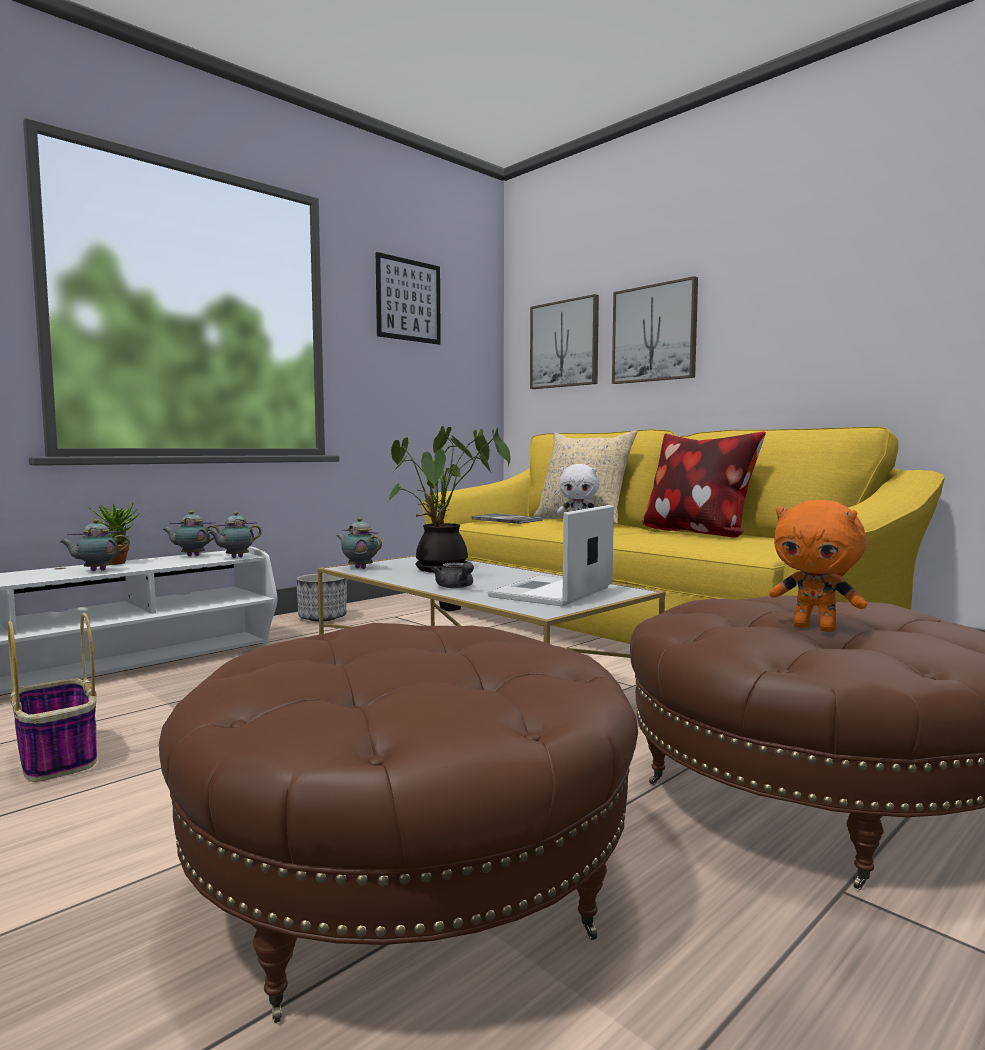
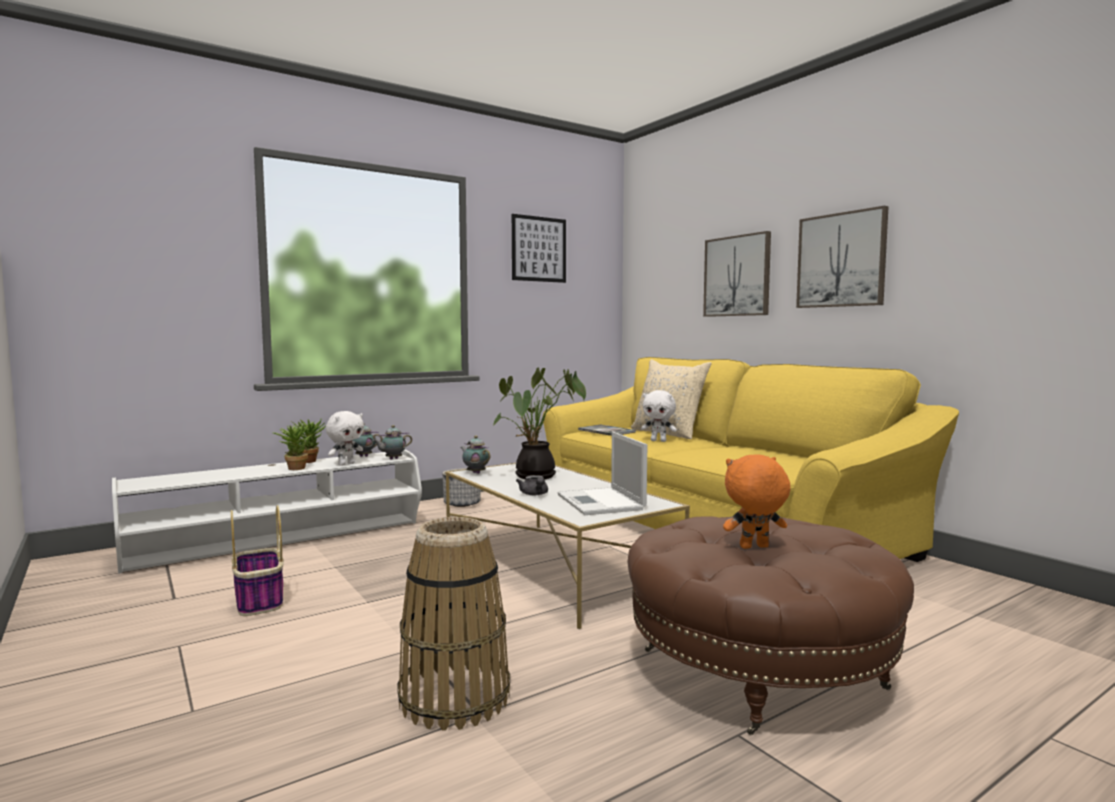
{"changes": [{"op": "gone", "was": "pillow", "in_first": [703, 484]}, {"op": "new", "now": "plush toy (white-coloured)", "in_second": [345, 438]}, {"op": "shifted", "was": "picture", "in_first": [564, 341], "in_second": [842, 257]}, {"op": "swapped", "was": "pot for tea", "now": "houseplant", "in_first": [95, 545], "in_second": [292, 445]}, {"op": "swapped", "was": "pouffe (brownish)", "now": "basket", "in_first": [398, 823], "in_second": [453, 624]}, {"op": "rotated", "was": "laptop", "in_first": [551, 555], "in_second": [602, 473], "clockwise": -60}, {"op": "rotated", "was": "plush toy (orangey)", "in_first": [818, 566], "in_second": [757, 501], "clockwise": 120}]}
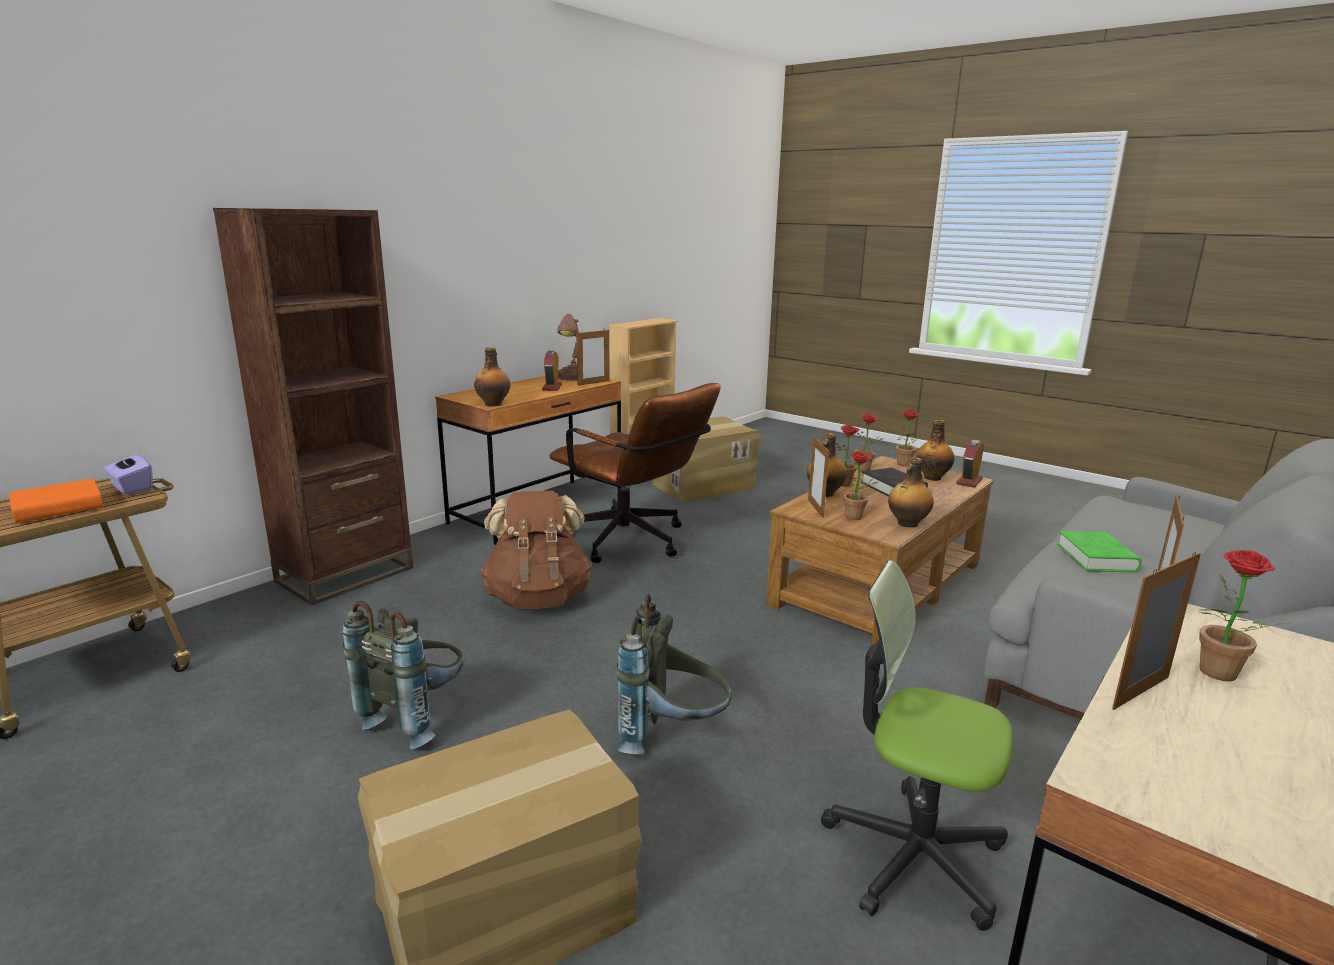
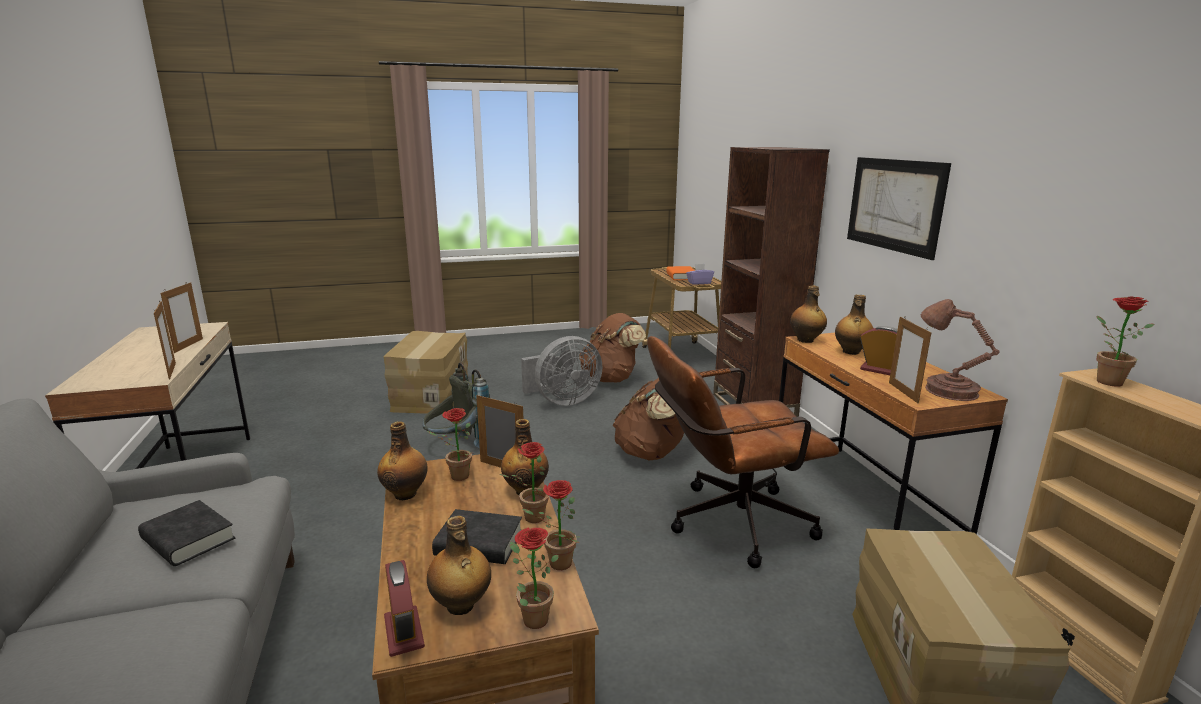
{"changes": [{"op": "gone", "was": "computer chair", "in_first": [917, 745]}, {"op": "new", "now": "backpack (brownish)", "in_second": [612, 347]}, {"op": "new", "now": "drink bottle", "in_second": [854, 325]}, {"op": "new", "now": "picture", "in_second": [899, 208]}, {"op": "shifted", "was": "houseplant", "in_first": [1245, 615], "in_second": [1125, 341]}, {"op": "swapped", "was": "backpack (grey)", "now": "fan (grey)", "in_first": [403, 675], "in_second": [562, 371]}, {"op": "repainted", "was": "volume (greenish)", "now": "volume (blackish)", "in_first": [1099, 552], "in_second": [186, 533]}]}
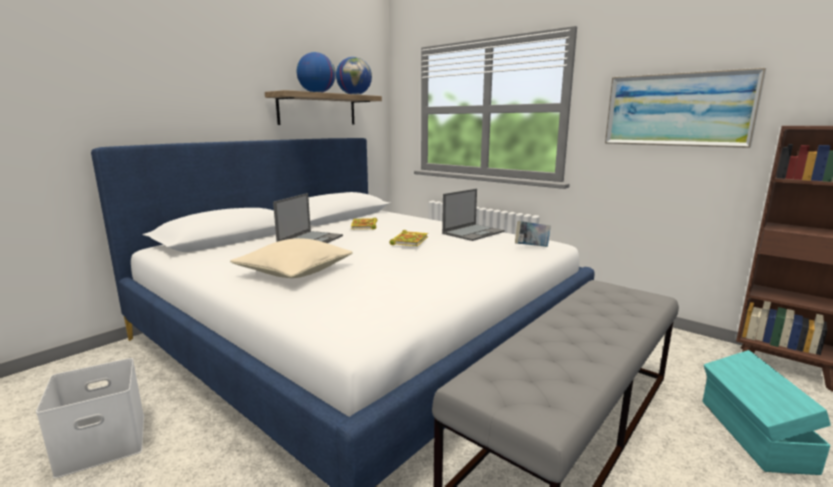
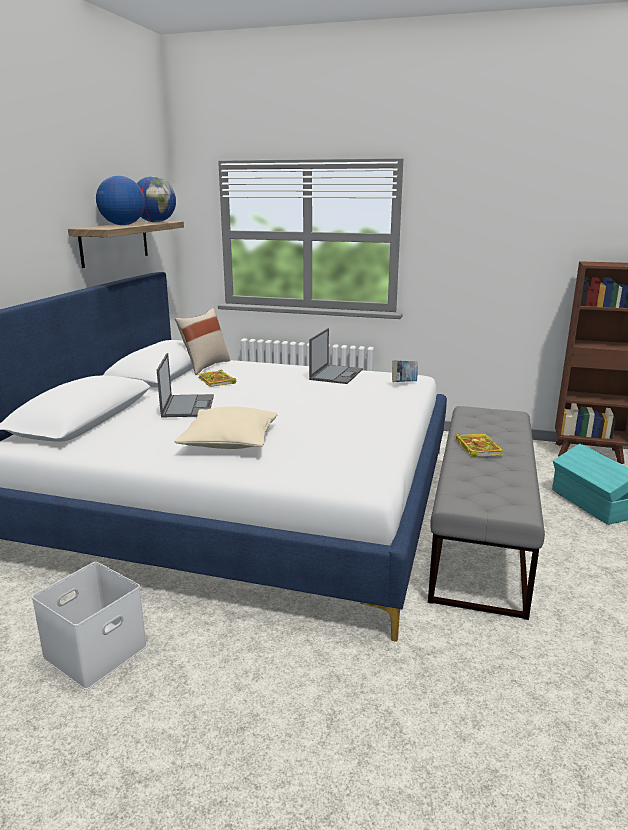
{"changes": [{"op": "gone", "was": "picture", "in_first": [685, 108]}, {"op": "new", "now": "pillow (beige)", "in_second": [203, 341]}, {"op": "shifted", "was": "volume", "in_first": [408, 238], "in_second": [478, 445]}]}
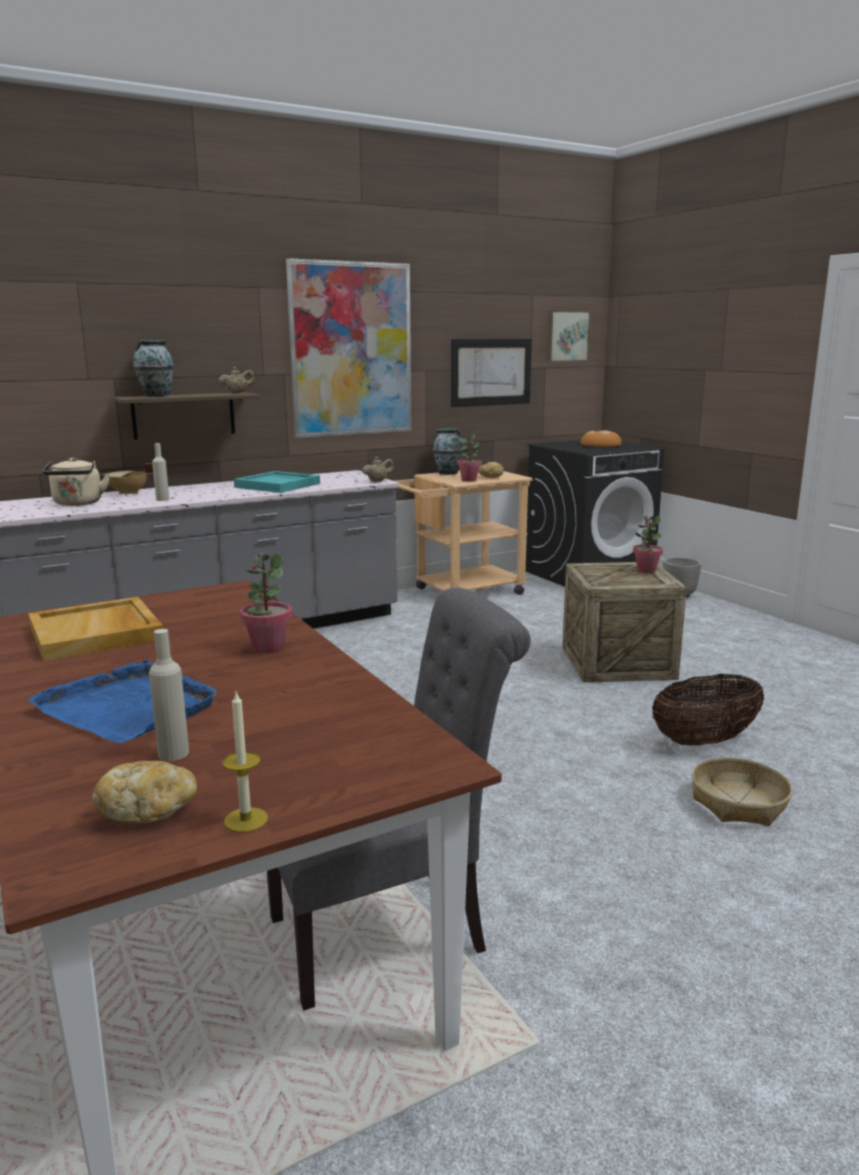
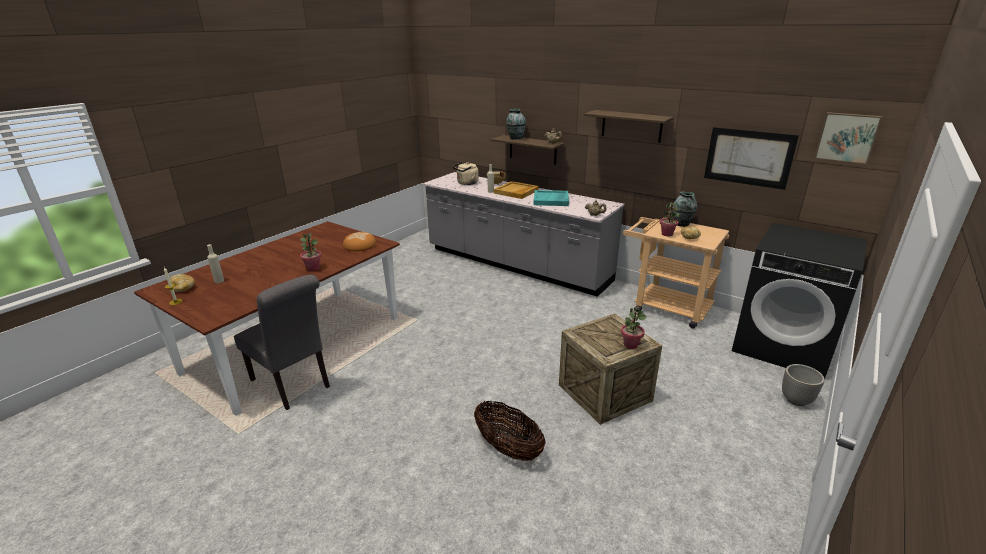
{"changes": [{"op": "gone", "was": "tray (blue)", "in_first": [122, 701]}, {"op": "gone", "was": "basket", "in_first": [742, 791]}, {"op": "shifted", "was": "tray (beige)", "in_first": [95, 629], "in_second": [516, 190]}, {"op": "shifted", "was": "bread", "in_first": [600, 438], "in_second": [359, 241]}, {"op": "swapped", "was": "picture", "now": "bracket shelf", "in_first": [349, 348], "in_second": [629, 126]}]}
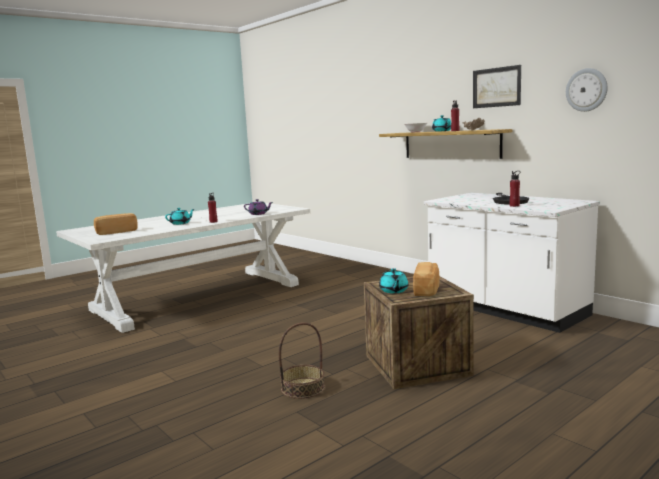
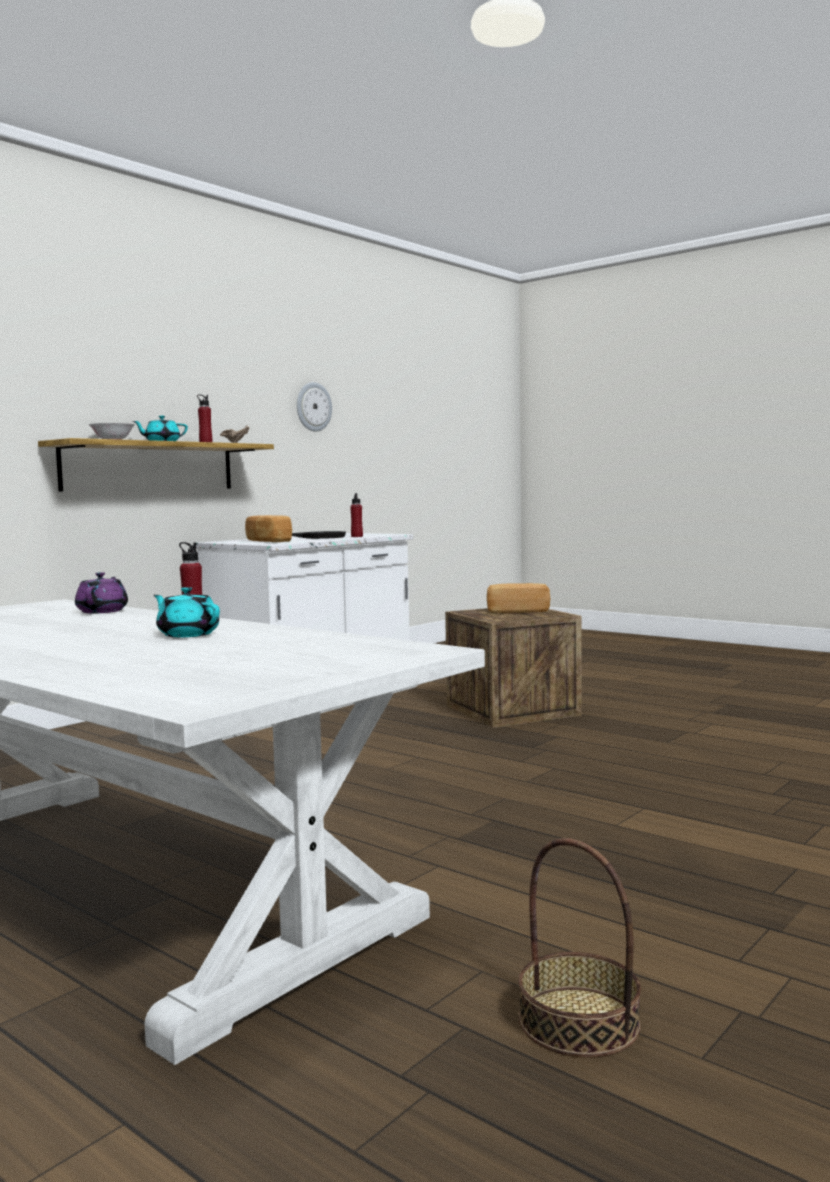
{"changes": [{"op": "gone", "was": "pot for tea (turquoise)", "in_first": [394, 281]}, {"op": "gone", "was": "picture", "in_first": [497, 86]}, {"op": "shifted", "was": "bread", "in_first": [116, 224], "in_second": [268, 528]}, {"op": "shifted", "was": "basket", "in_first": [302, 360], "in_second": [579, 947]}]}
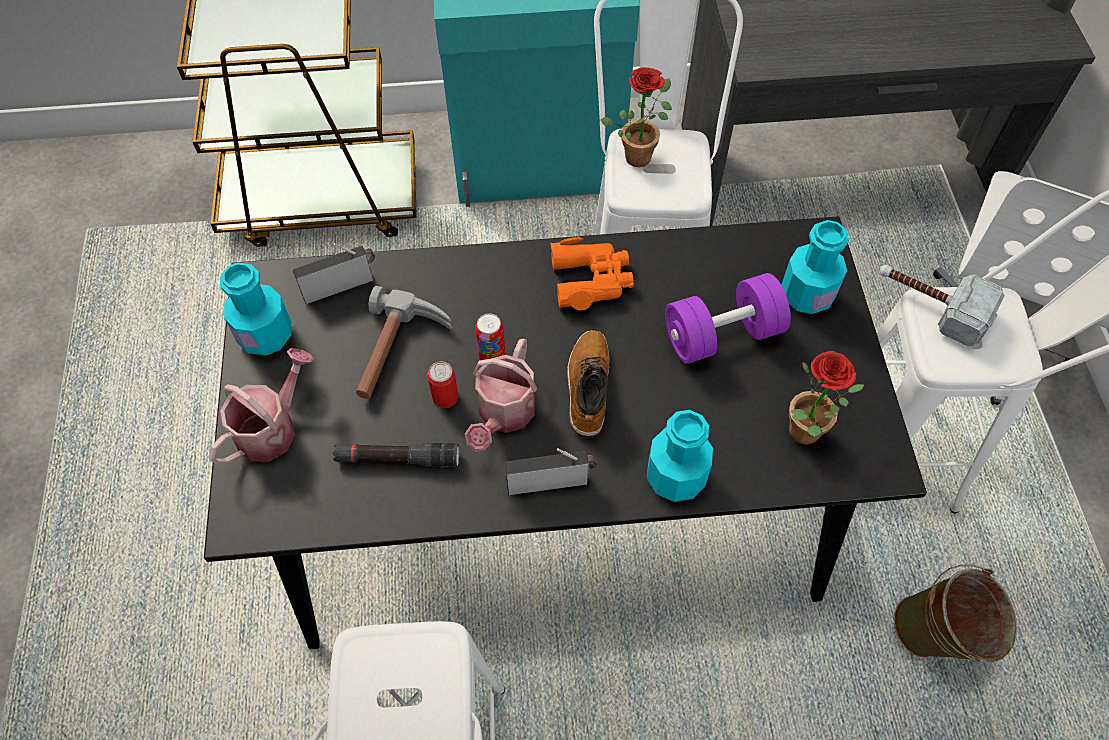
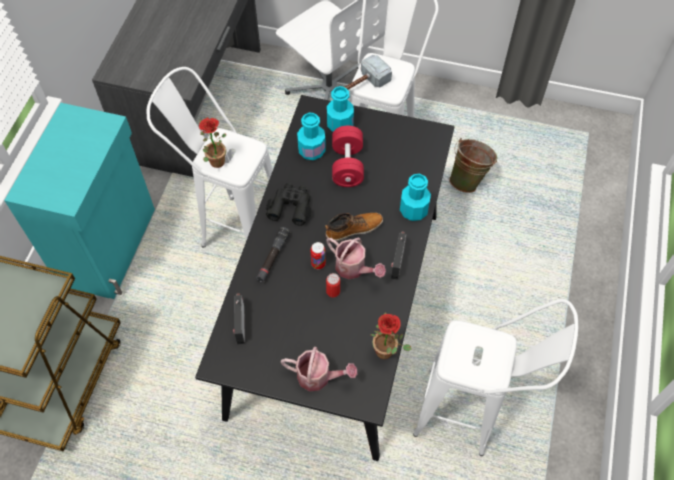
{"changes": [{"op": "gone", "was": "hand hammer", "in_first": [404, 342]}, {"op": "shifted", "was": "drink bottle (turquoise)", "in_first": [256, 309], "in_second": [311, 136]}, {"op": "shifted", "was": "flashlight (blackish)", "in_first": [396, 455], "in_second": [273, 255]}, {"op": "shifted", "was": "houseplant", "in_first": [826, 398], "in_second": [391, 336]}, {"op": "repainted", "was": "field glasses (orangey)", "now": "field glasses (blackish)", "in_first": [592, 273], "in_second": [289, 204]}, {"op": "repainted", "was": "hand weight (purple-coloured)", "now": "hand weight (reddish)", "in_first": [728, 318], "in_second": [348, 156]}, {"op": "rotated", "was": "watering can", "in_first": [261, 406], "in_second": [319, 369], "clockwise": 135}, {"op": "rotated", "was": "tall boot", "in_first": [588, 384], "in_second": [354, 227], "clockwise": 135}]}
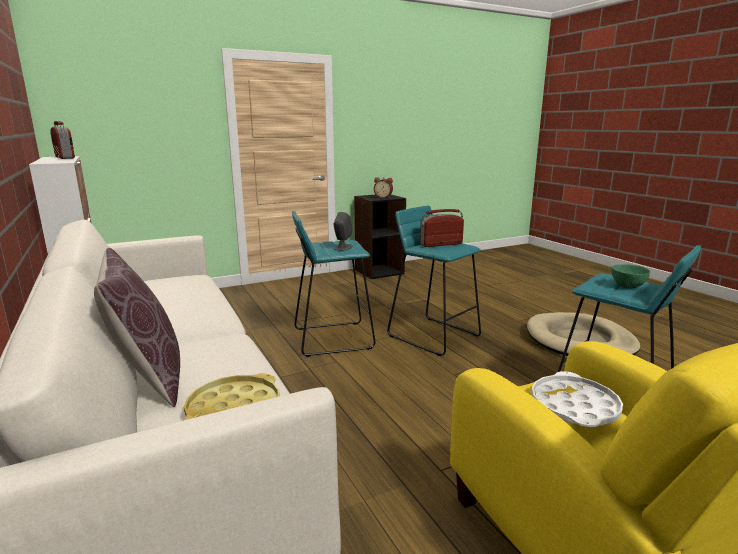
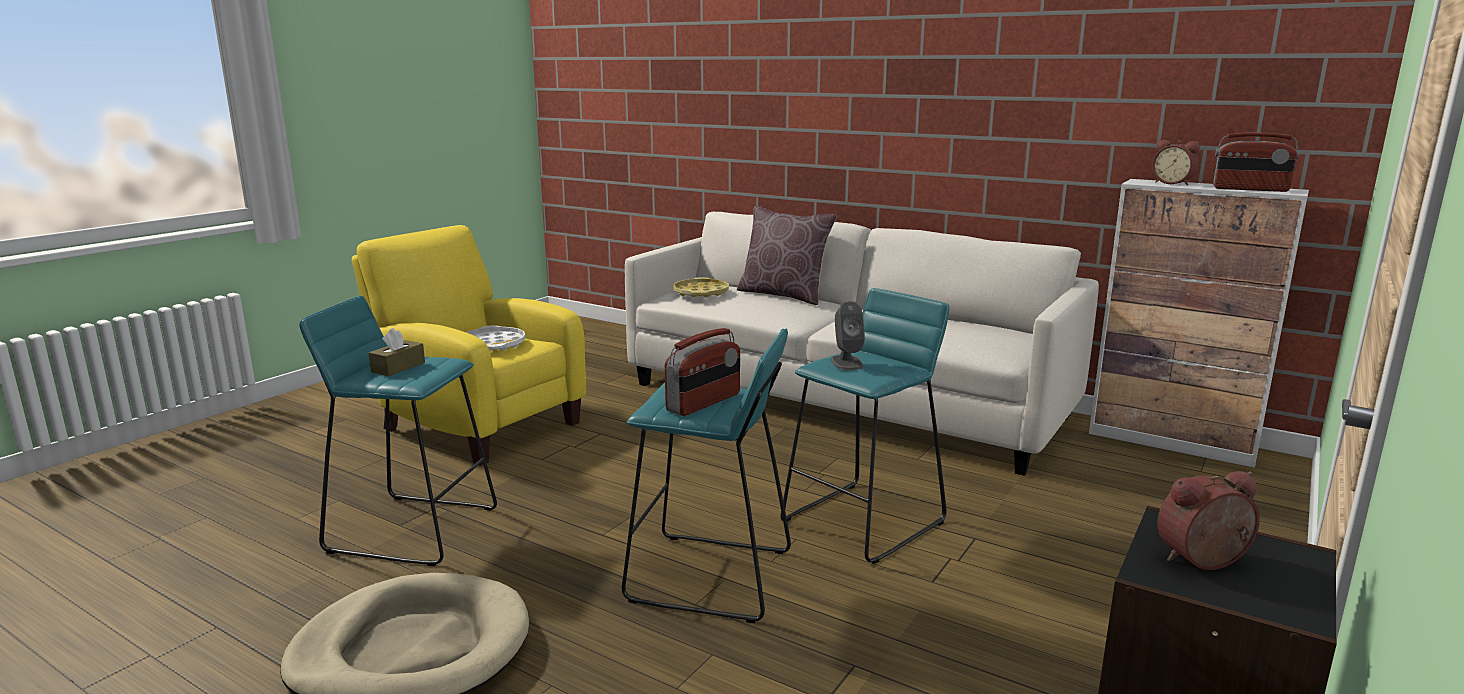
{"changes": [{"op": "new", "now": "alarm clock", "in_second": [1176, 162]}, {"op": "swapped", "was": "deep dish (greenish)", "now": "tissue holder (brownish)", "in_first": [631, 276], "in_second": [397, 352]}]}
